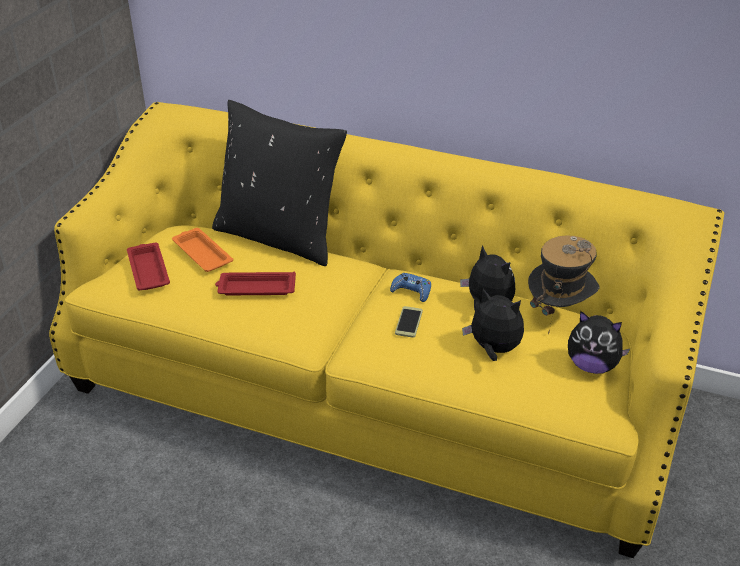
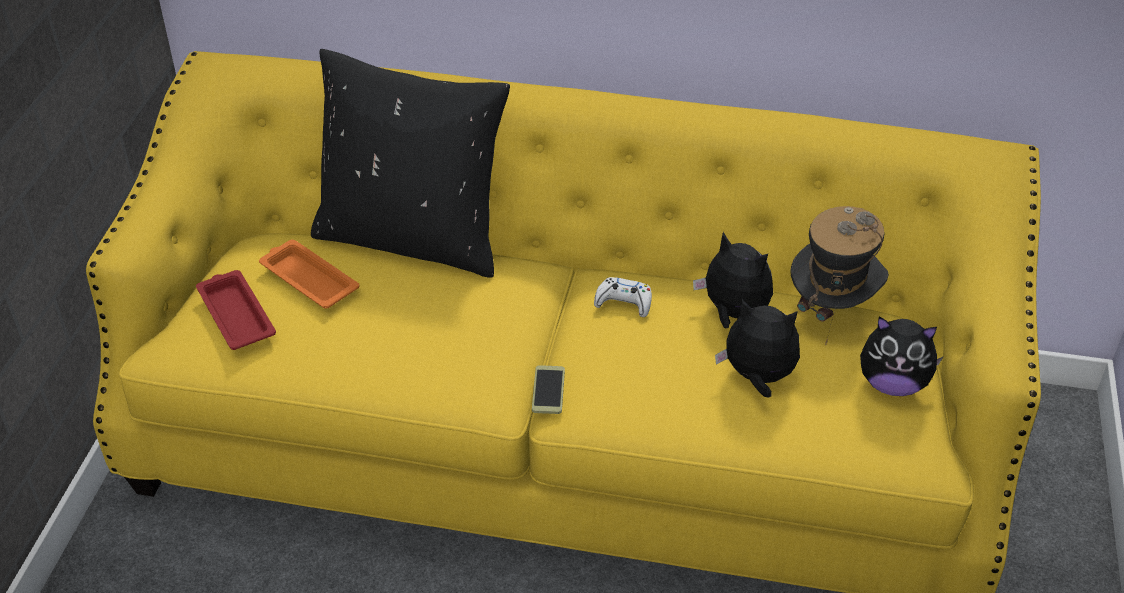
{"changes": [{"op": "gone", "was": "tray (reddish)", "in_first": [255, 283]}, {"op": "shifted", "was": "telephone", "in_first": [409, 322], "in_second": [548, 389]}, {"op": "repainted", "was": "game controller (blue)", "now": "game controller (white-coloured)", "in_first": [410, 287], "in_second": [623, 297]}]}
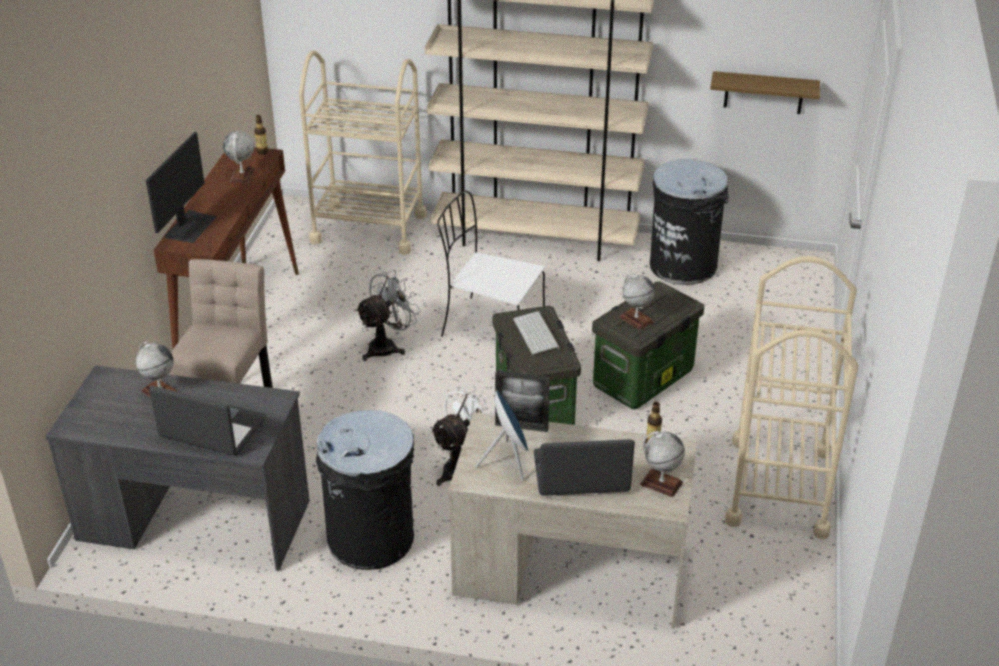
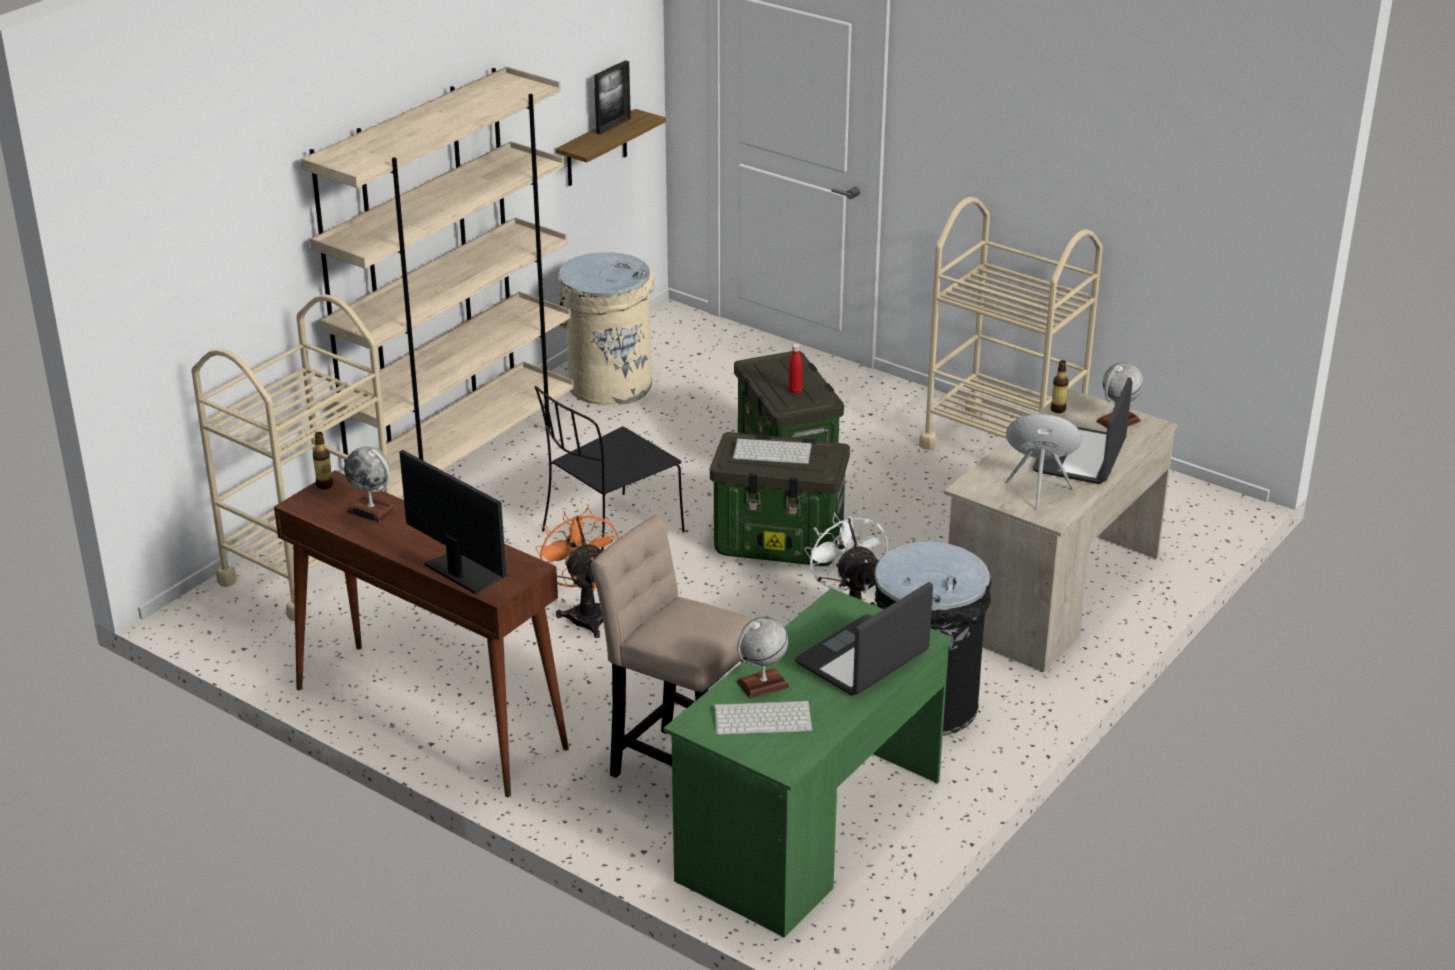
{"changes": [{"op": "new", "now": "computer keyboard", "in_second": [763, 718]}, {"op": "shifted", "was": "standing frame", "in_first": [522, 401], "in_second": [612, 97]}, {"op": "swapped", "was": "world globe", "now": "drink bottle (reddish)", "in_first": [637, 301], "in_second": [795, 369]}, {"op": "repainted", "was": "desk (grey)", "now": "desk (greenish)", "in_first": [177, 468], "in_second": [808, 763]}, {"op": "repainted", "was": "fan (grey)", "now": "fan (orangey)", "in_first": [388, 315], "in_second": [577, 572]}, {"op": "repainted", "was": "chair (white-coloured)", "now": "chair (blackish)", "in_first": [491, 263], "in_second": [609, 468]}, {"op": "repainted", "was": "rubbish bin (blackish)", "now": "rubbish bin (beige)", "in_first": [689, 222], "in_second": [606, 329]}]}
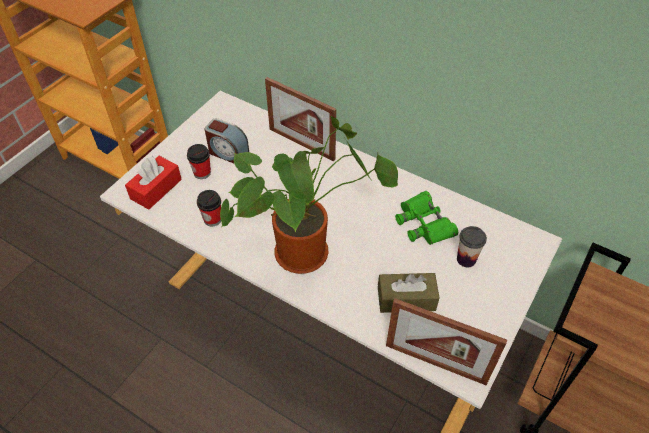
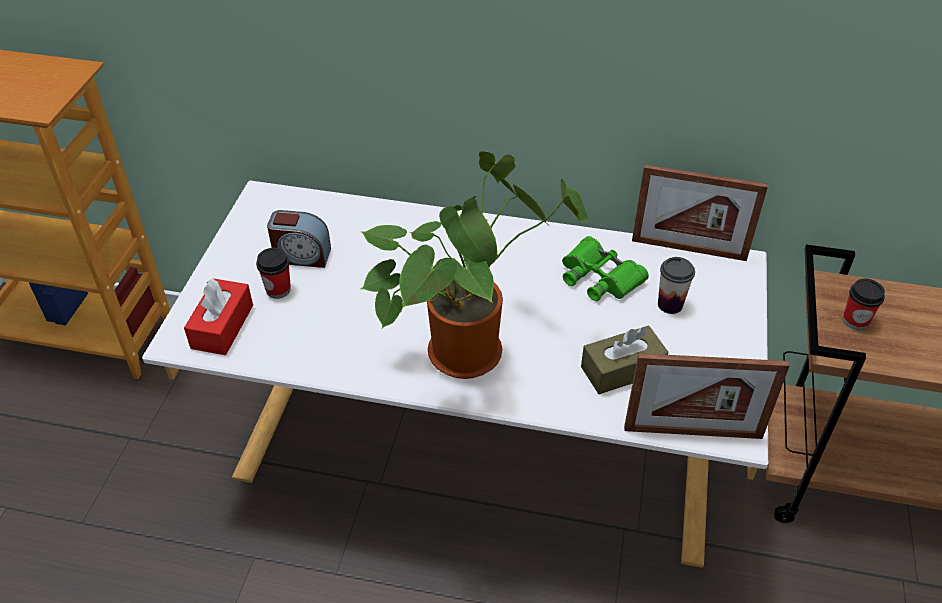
{"changes": [{"op": "shifted", "was": "small cup", "in_first": [209, 208], "in_second": [864, 304]}, {"op": "shifted", "was": "standing frame", "in_first": [300, 119], "in_second": [700, 213]}]}
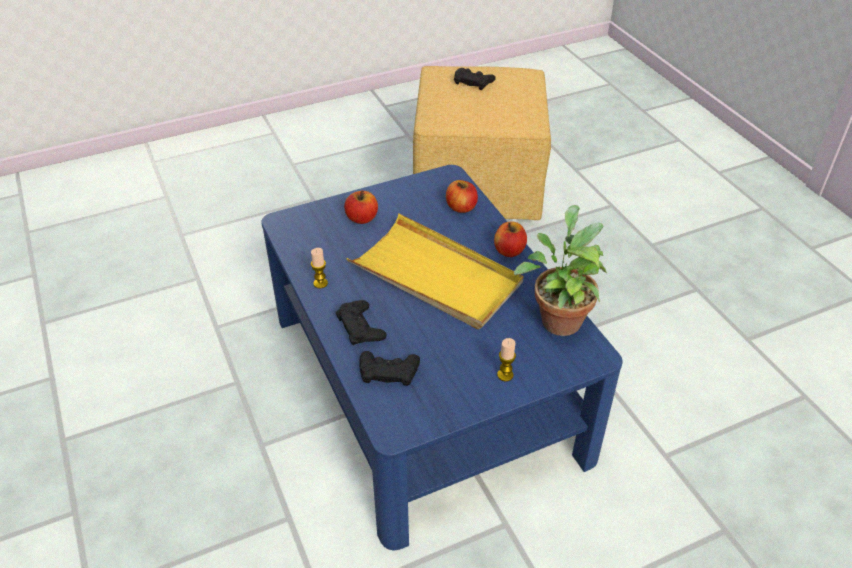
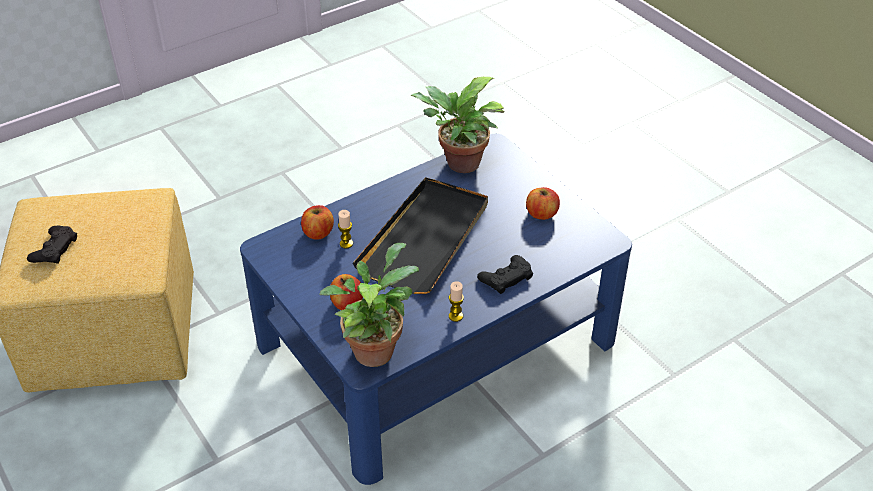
{"changes": [{"op": "gone", "was": "game controller (blackish)", "in_first": [390, 368]}, {"op": "new", "now": "houseplant", "in_second": [369, 305]}, {"op": "shifted", "was": "whole apple", "in_first": [510, 239], "in_second": [543, 203]}, {"op": "shifted", "was": "wax light", "in_first": [506, 359], "in_second": [345, 229]}, {"op": "repainted", "was": "tray (yellow)", "now": "tray (blackish)", "in_first": [434, 271], "in_second": [420, 235]}]}
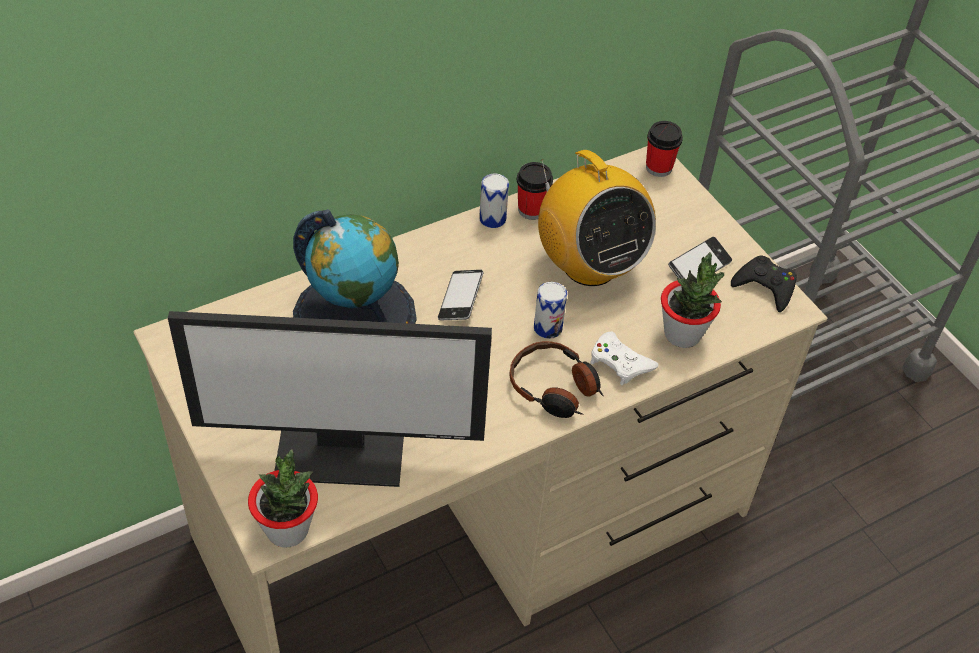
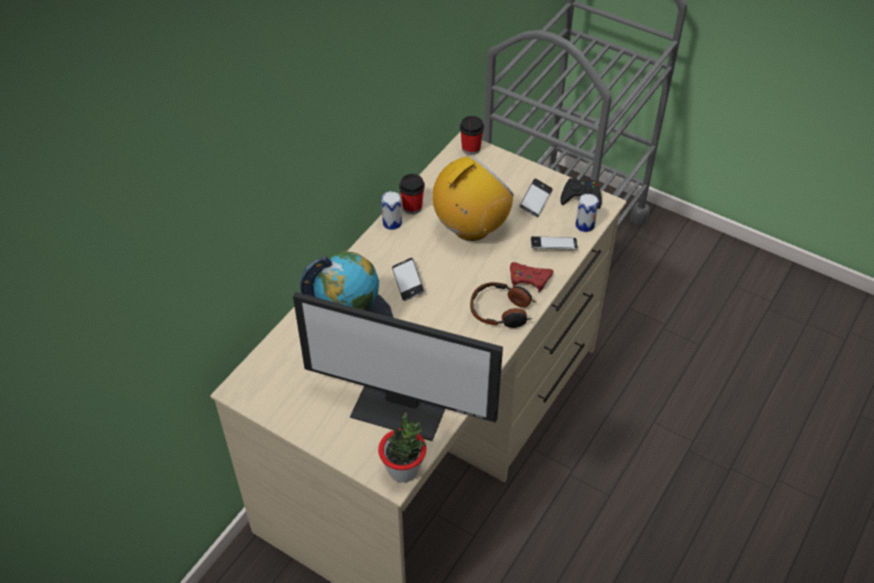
{"changes": [{"op": "shifted", "was": "sealed can", "in_first": [550, 310], "in_second": [587, 213]}, {"op": "swapped", "was": "houseplant", "now": "telephone", "in_first": [692, 300], "in_second": [554, 243]}, {"op": "repainted", "was": "game controller (white-coloured)", "now": "game controller (reddish)", "in_first": [624, 358], "in_second": [531, 277]}, {"op": "rotated", "was": "computer display", "in_first": [330, 399], "in_second": [398, 366], "clockwise": 45}, {"op": "rotated", "was": "radio", "in_first": [597, 218], "in_second": [473, 198], "clockwise": -75}]}
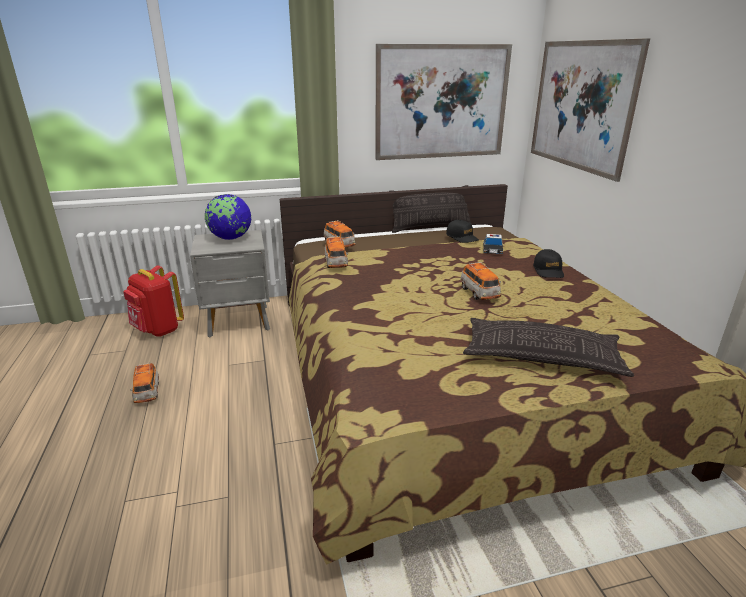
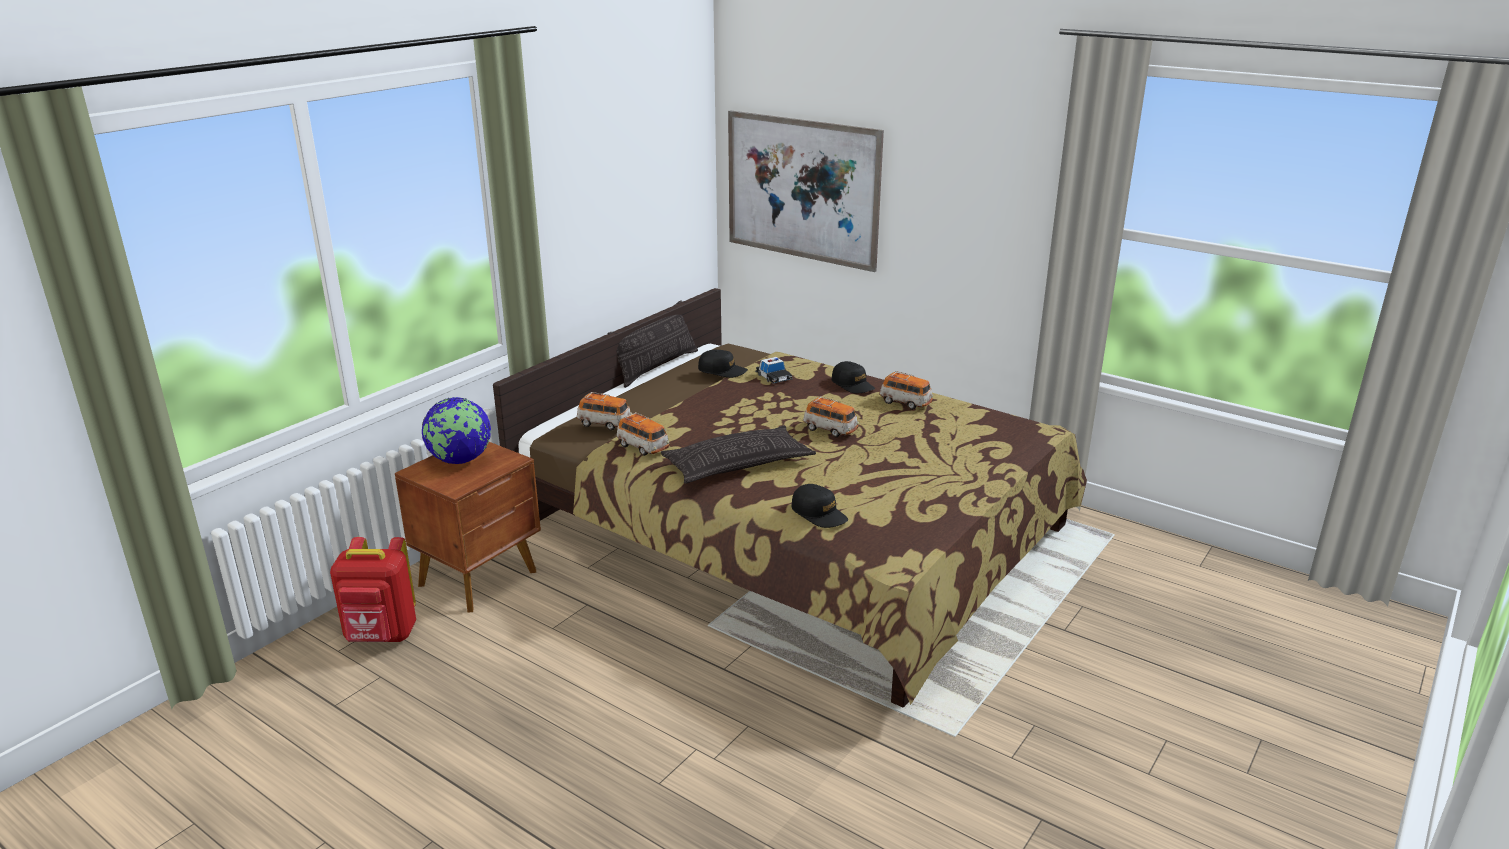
{"changes": [{"op": "gone", "was": "picture", "in_first": [444, 102]}, {"op": "new", "now": "baseball cap (blackish)", "in_second": [819, 506]}, {"op": "shifted", "was": "miniature car", "in_first": [144, 383], "in_second": [906, 390]}, {"op": "shifted", "was": "pillow", "in_first": [548, 347], "in_second": [738, 455]}, {"op": "repainted", "was": "night table (grey)", "now": "night table (brownish)", "in_first": [230, 283], "in_second": [468, 527]}]}
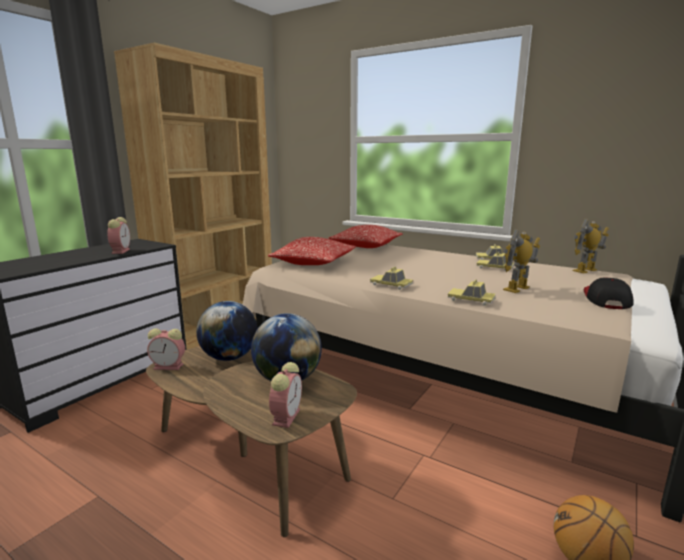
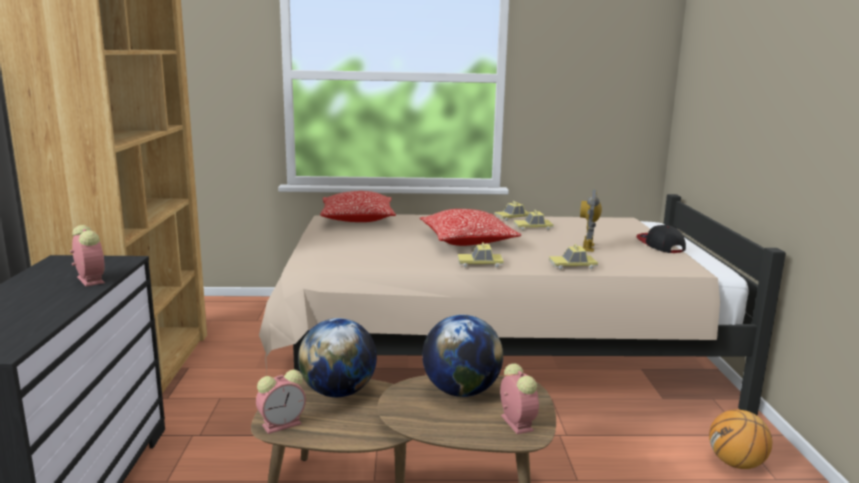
{"changes": [{"op": "gone", "was": "toy robot", "in_first": [591, 246]}, {"op": "shifted", "was": "pillow", "in_first": [312, 251], "in_second": [470, 227]}]}
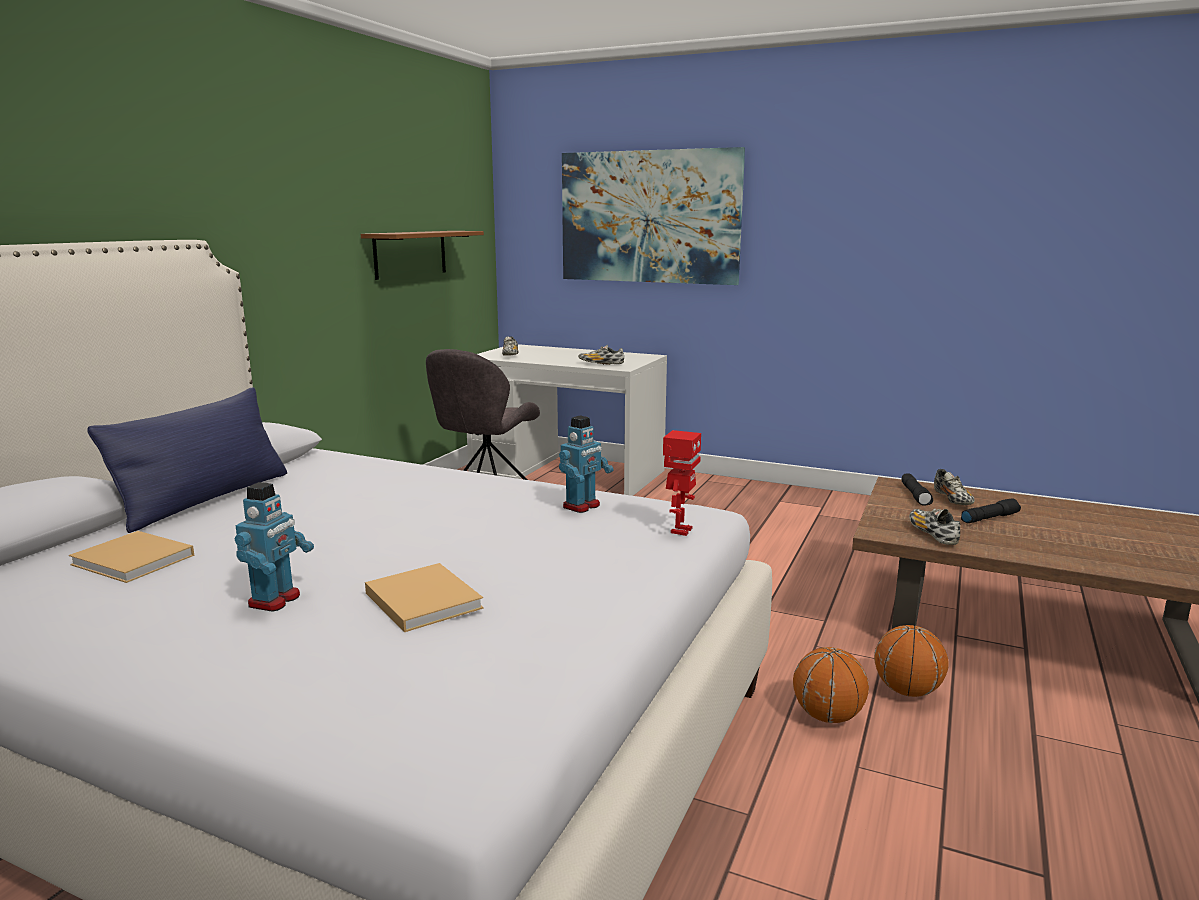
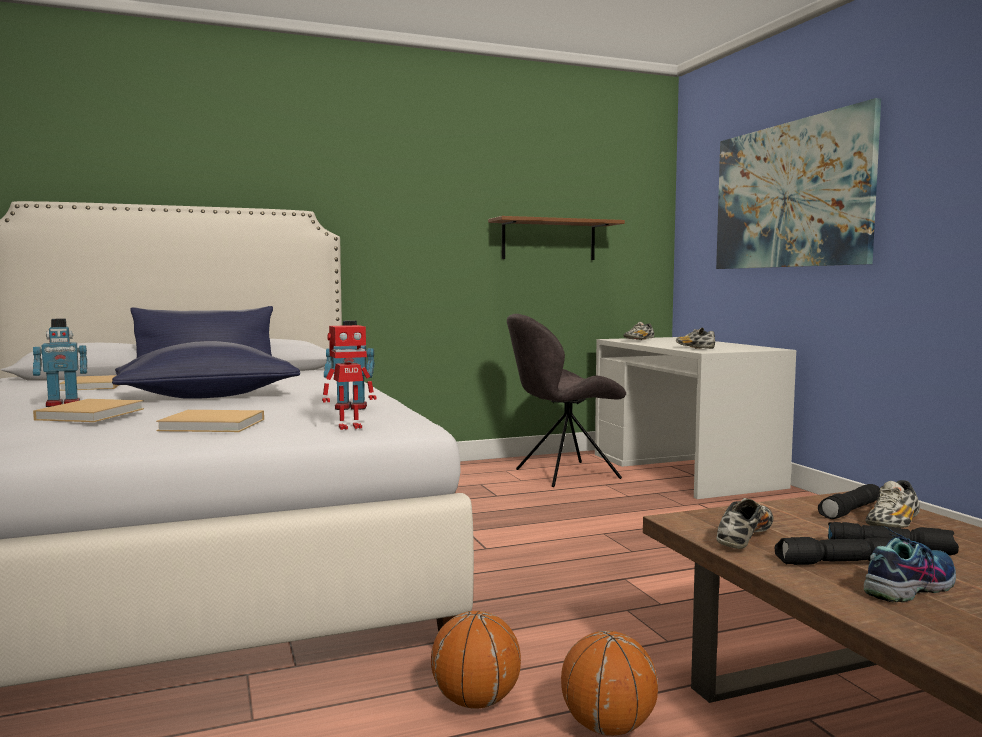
{"changes": [{"op": "new", "now": "pillow (blue)", "in_second": [206, 370]}, {"op": "new", "now": "volume (beige)", "in_second": [210, 421]}, {"op": "new", "now": "flashlight (blackish)", "in_second": [833, 551]}, {"op": "new", "now": "low shoe", "in_second": [910, 564]}]}
